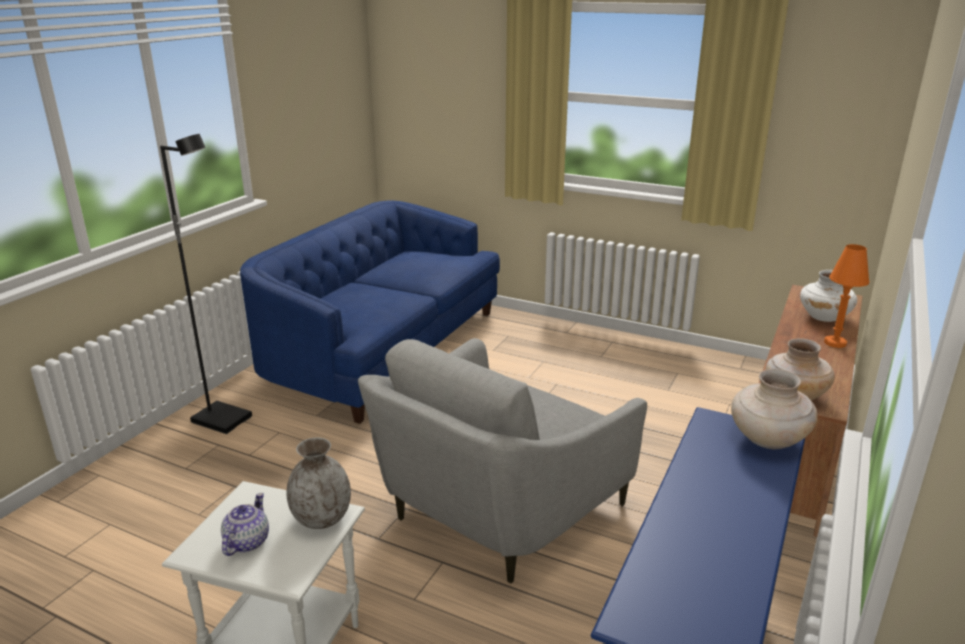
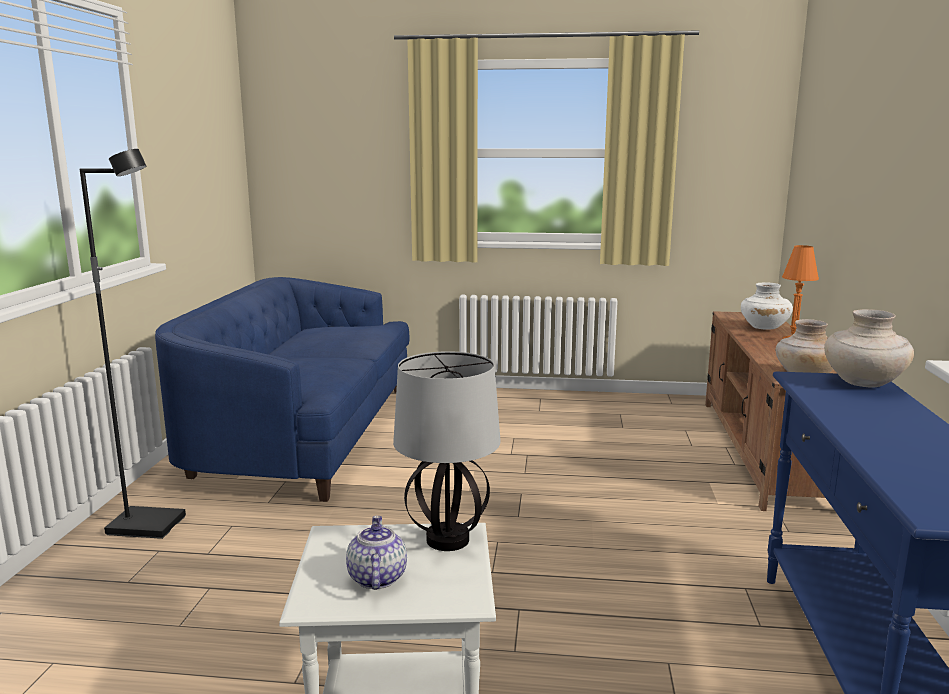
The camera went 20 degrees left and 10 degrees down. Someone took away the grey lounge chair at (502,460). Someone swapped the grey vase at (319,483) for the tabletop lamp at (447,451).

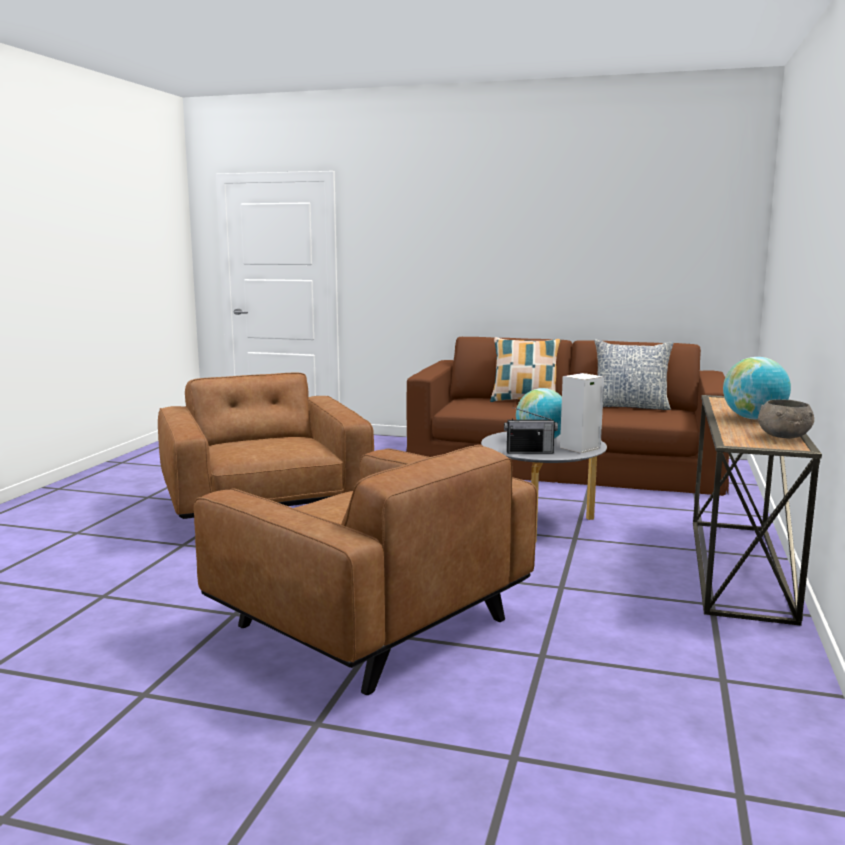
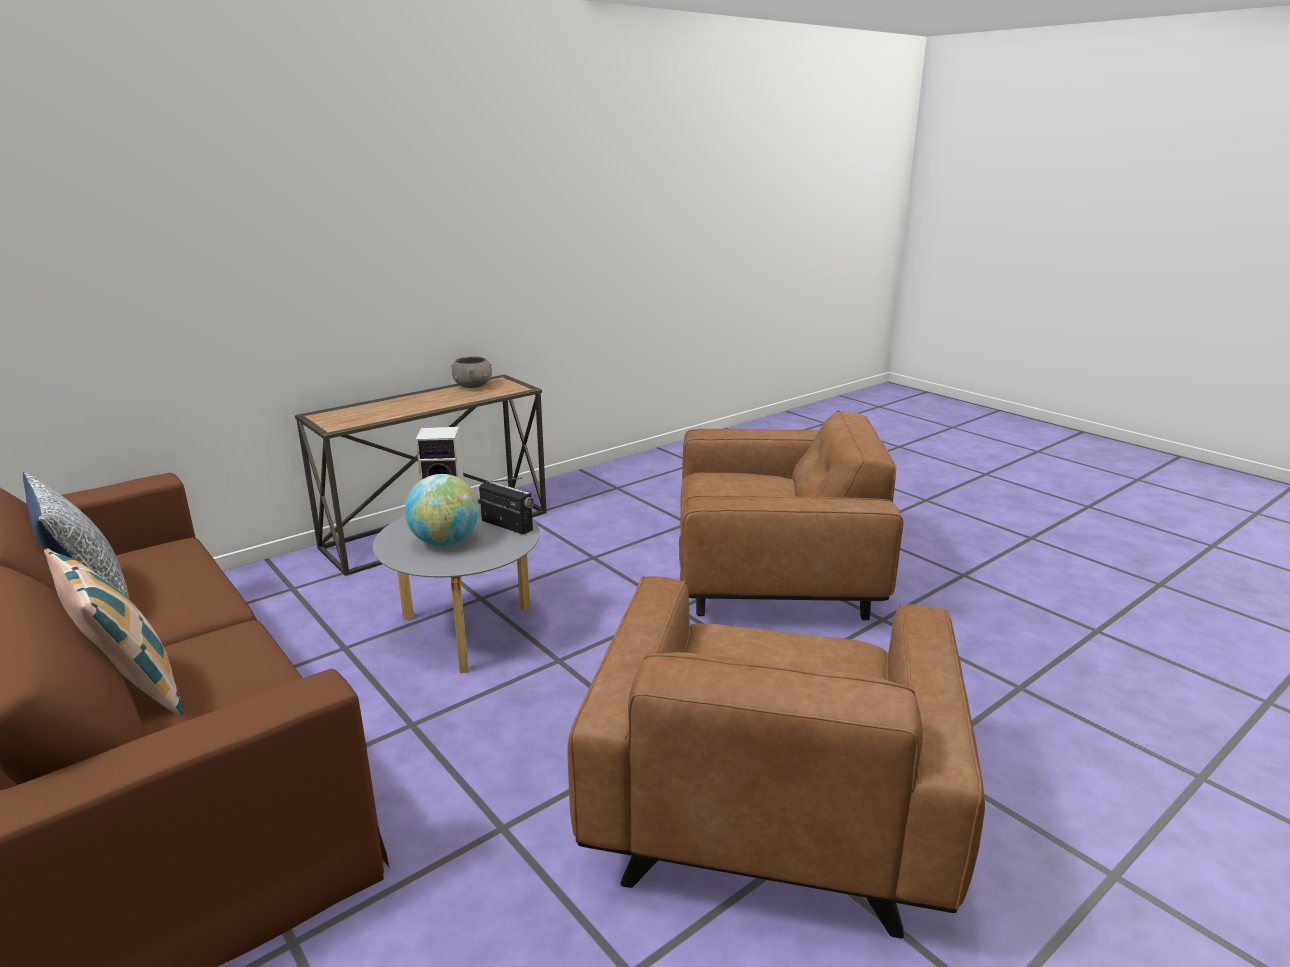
The camera went 145 degrees left and 10 degrees up. Someone took away the desk globe at (757,388). Someone rotated the brown-coloured lounge chair at (365,570) by 105 degrees clockwise.

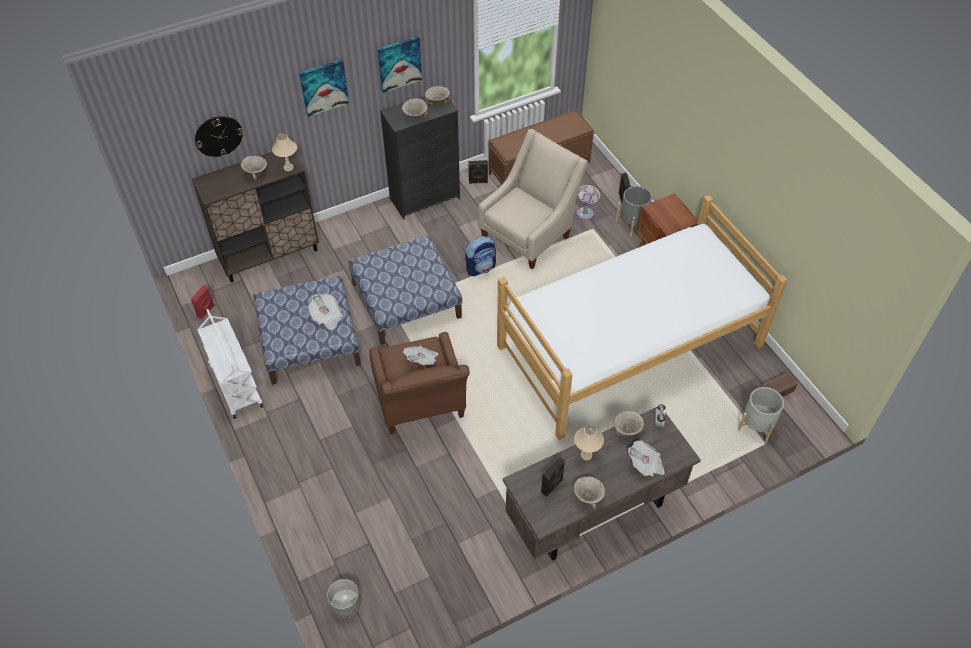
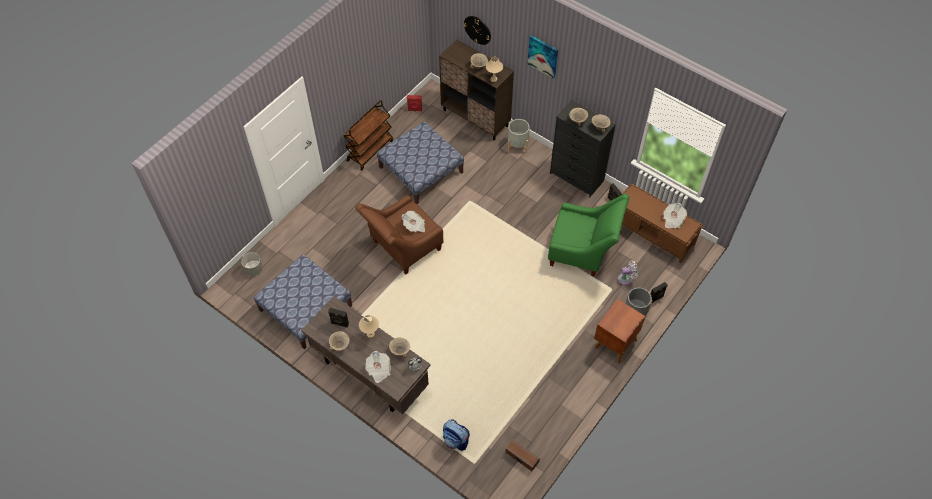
The camera went 65 degrees right and 5 degrees up. Someone took away the wall picture at (399,64). Someone took away the bed at (642,317). Someone carried the printed paper from (325,311) to (675,215). Someone carried the ottoman from (405,290) to (303,302). Someone carried the backpack from (480,256) to (456,435). Someone carried the grey plant pot from (761,415) to (519,136). Someone repainted the white wheeled cart at (230,364), which became the brown-coloured wheeled cart at (368,135). Someone repainted the sand-coloured lounge chair at (533,199), which became the green-coloured lounge chair at (589,235).

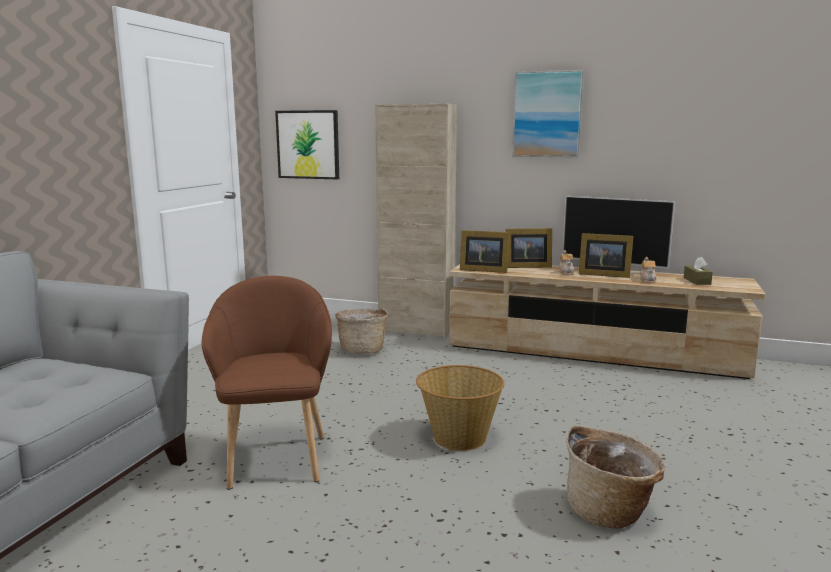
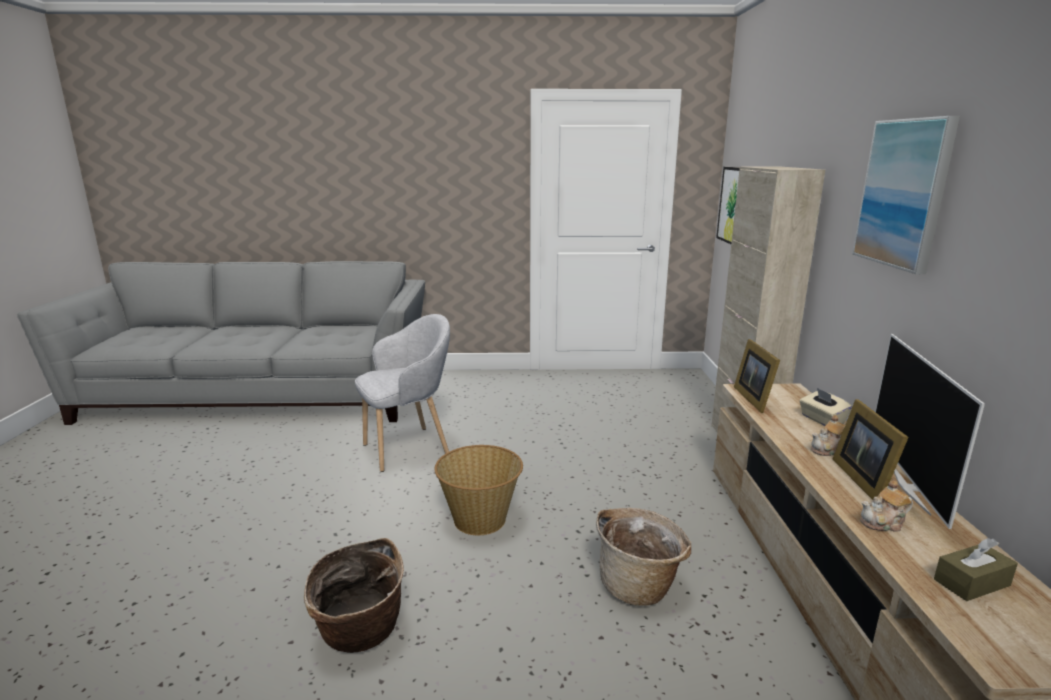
The camera went 70 degrees right and 5 degrees up. Someone carried the basket from (361,331) to (643,556). Someone swapped the picture frame at (529,248) for the sand-coloured tissue holder at (826,407). Someone repainted the brown-coloured lounge chair at (267,383), which became the grey lounge chair at (402,393).

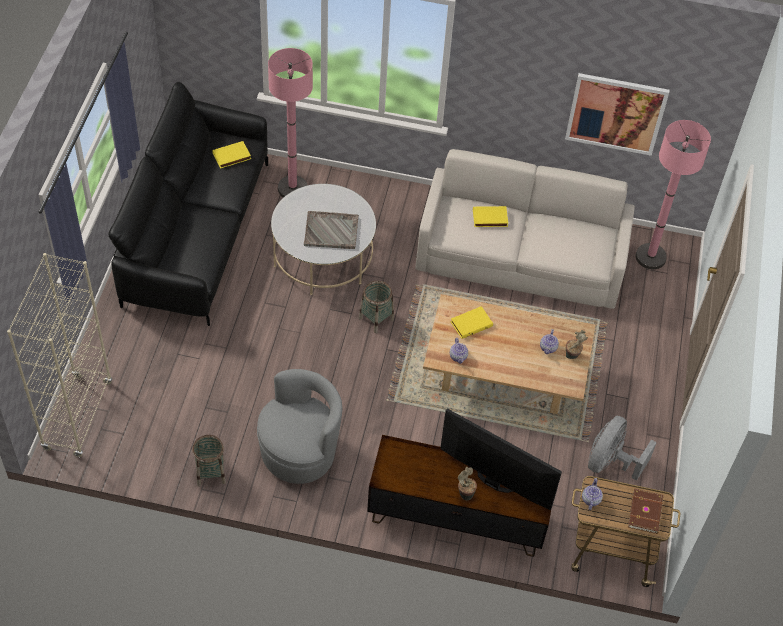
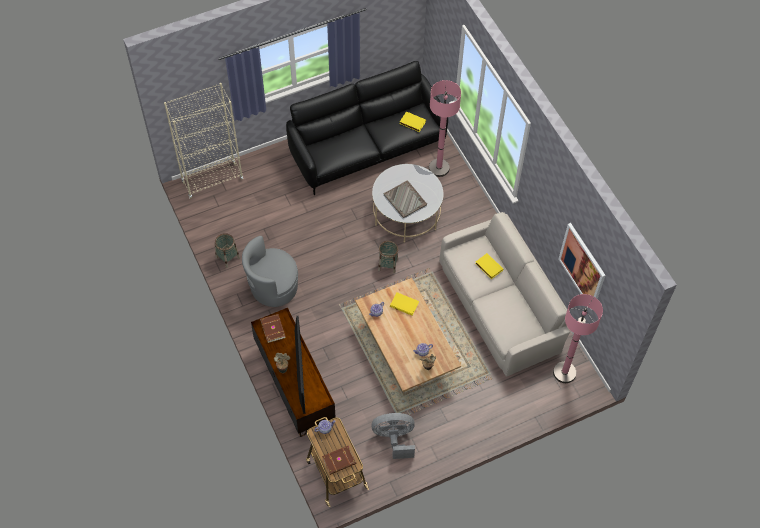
The camera went 55 degrees right and 5 degrees up. Someone put down the brown-coloured volume at (273,328). Someone rotated the grey lounge chair at (299,426) by 150 degrees clockwise.

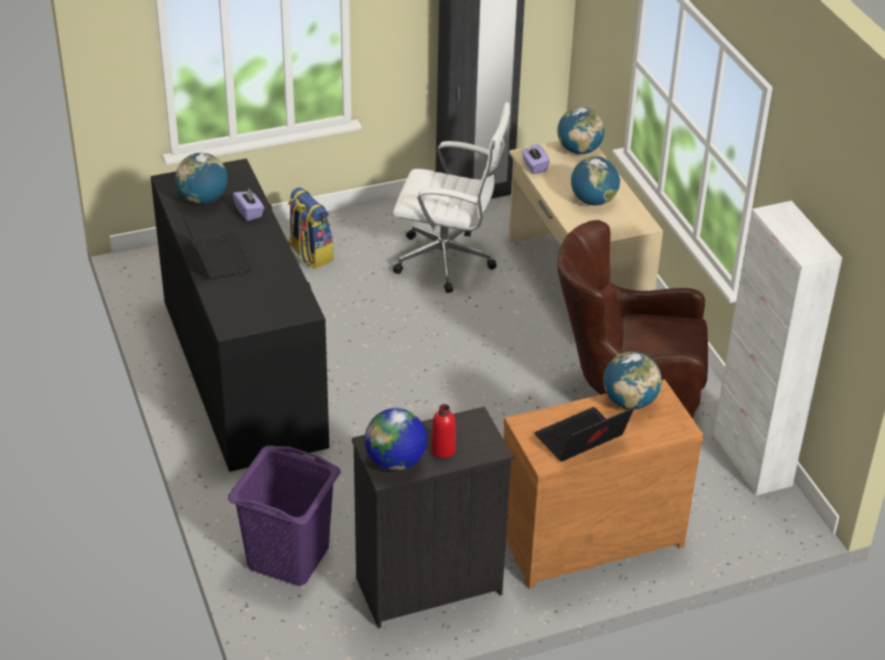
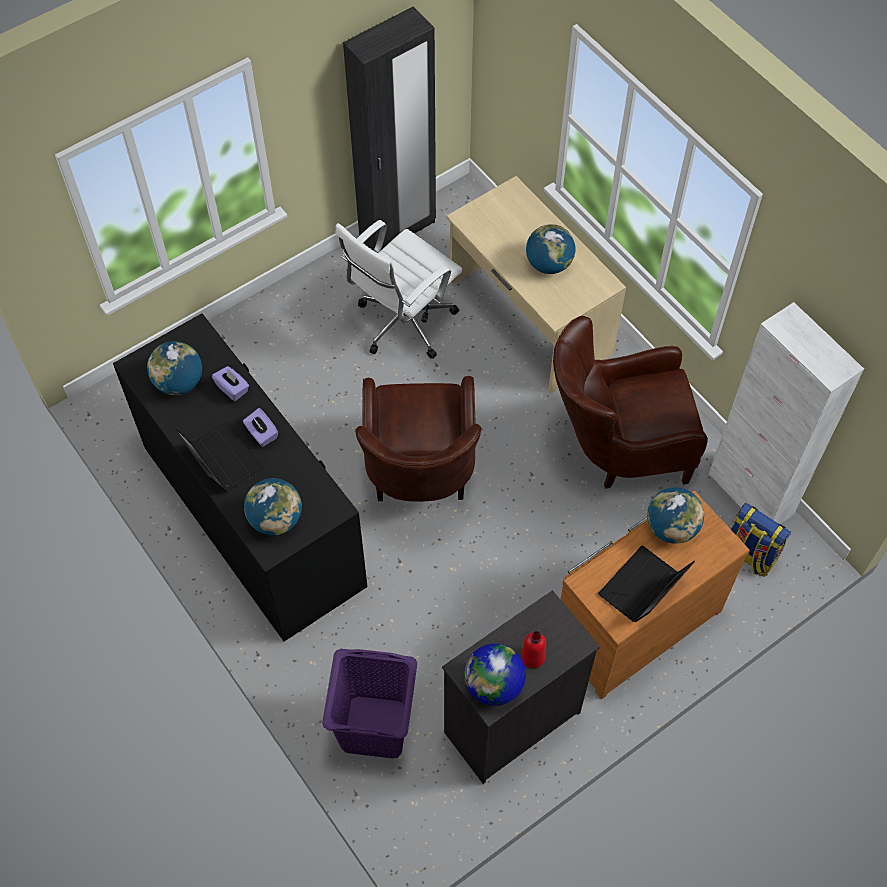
The camera went 15 degrees left and 20 degrees up. Someone put down the brown-coloured lounge chair at (418,439). Someone carried the backpack from (311,228) to (761,539). Someone carried the purple-coloured tissue holder from (535,159) to (260,427). Someone carried the desk globe from (581,130) to (273,506). Someone rotated the white desk chair at (451,197) by 135 degrees clockwise.

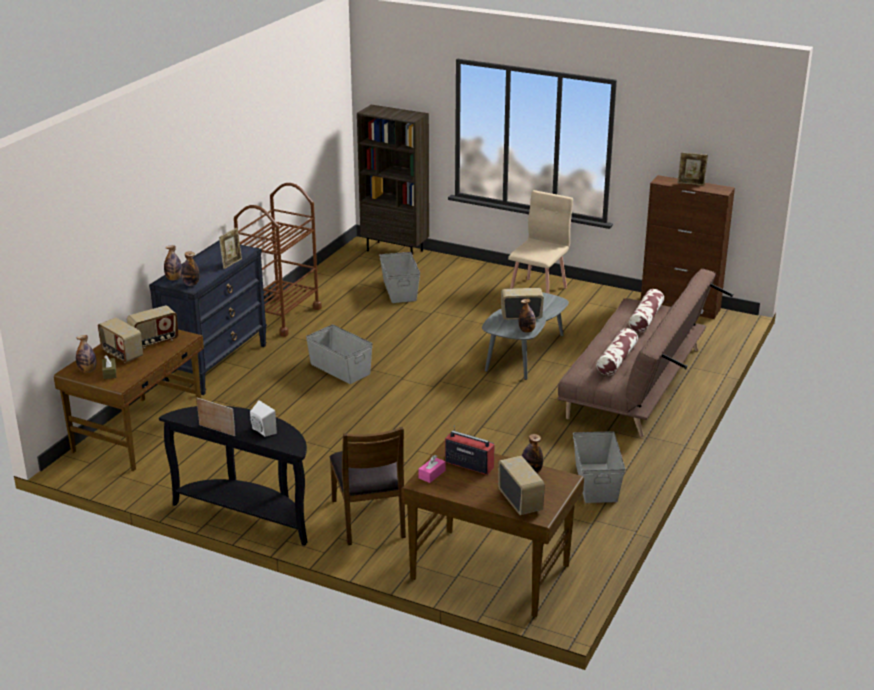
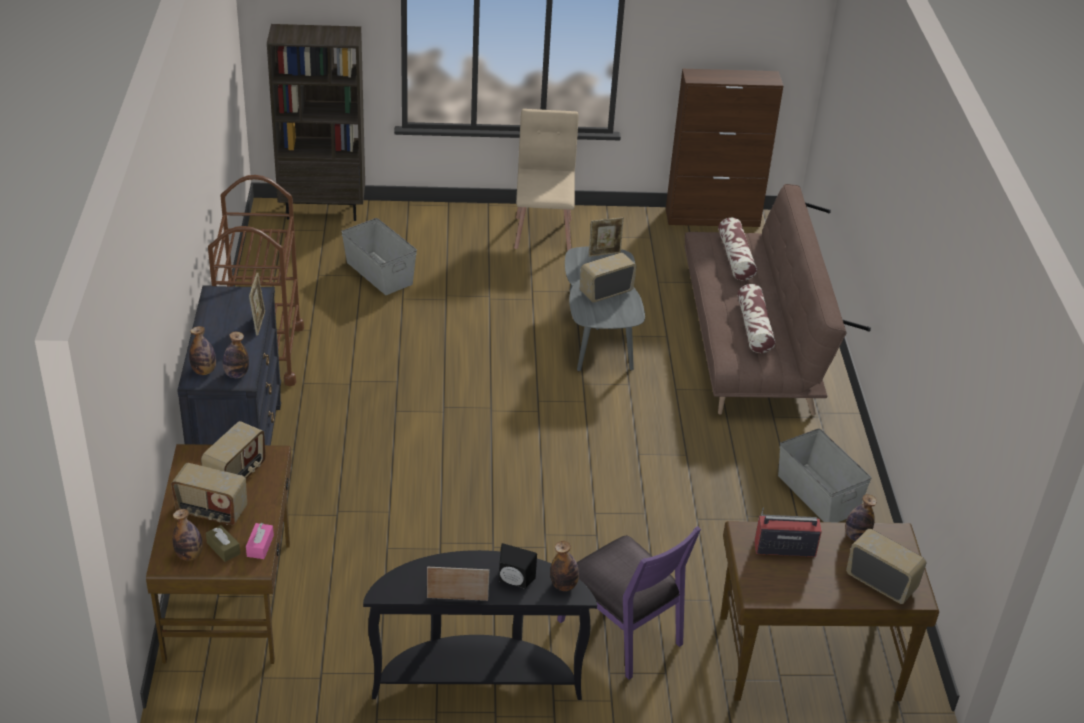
The camera went 30 degrees left and 10 degrees up. Someone took away the grey storage box at (339,354). Someone carried the pinkish tissue holder from (431,469) to (260,541). Someone carried the bottle from (527,316) to (564,566). Someone carried the picture frame from (692,168) to (606,237). Someone repainted the white loudspeaker at (263,418), which became the black-coloured loudspeaker at (518,566). Someone repainted the brown-coloured upright chair at (368,486), which became the purple-coloured upright chair at (629,603).

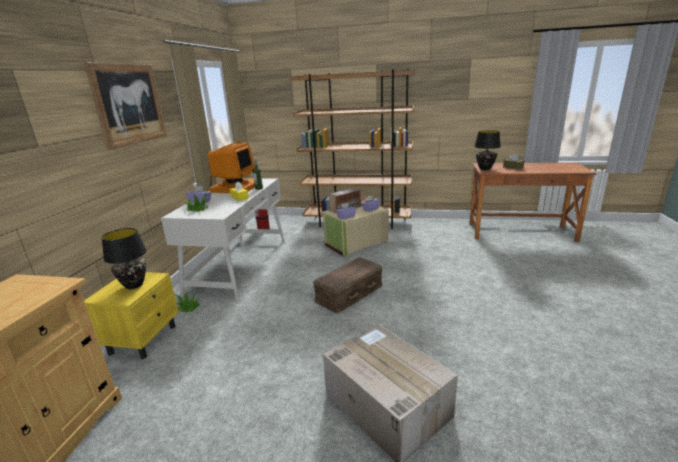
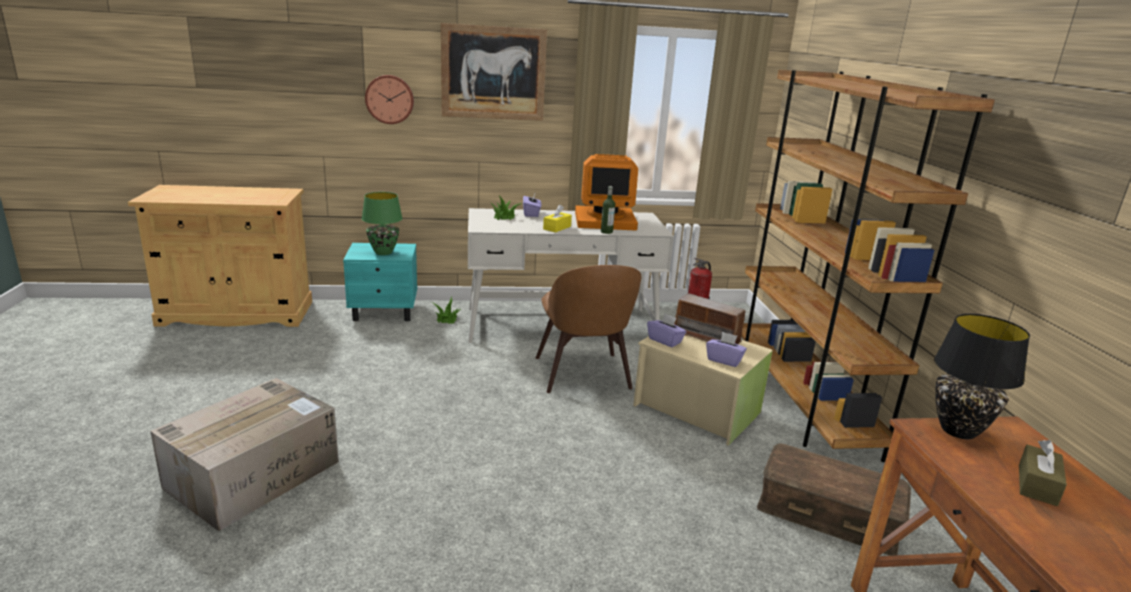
The camera went 70 degrees right and 0 degrees up. Someone put up the clock on the wall at (389,99). Someone put down the brown-coloured upright chair at (589,329). Someone carried the brown-coloured storage box from (347,285) to (834,499). Someone repainted the yellowish night table at (131,315), which became the blue-green night table at (380,282). Someone repainted the black-coloured tabletop lamp at (124,258), which became the green-coloured tabletop lamp at (382,223).

